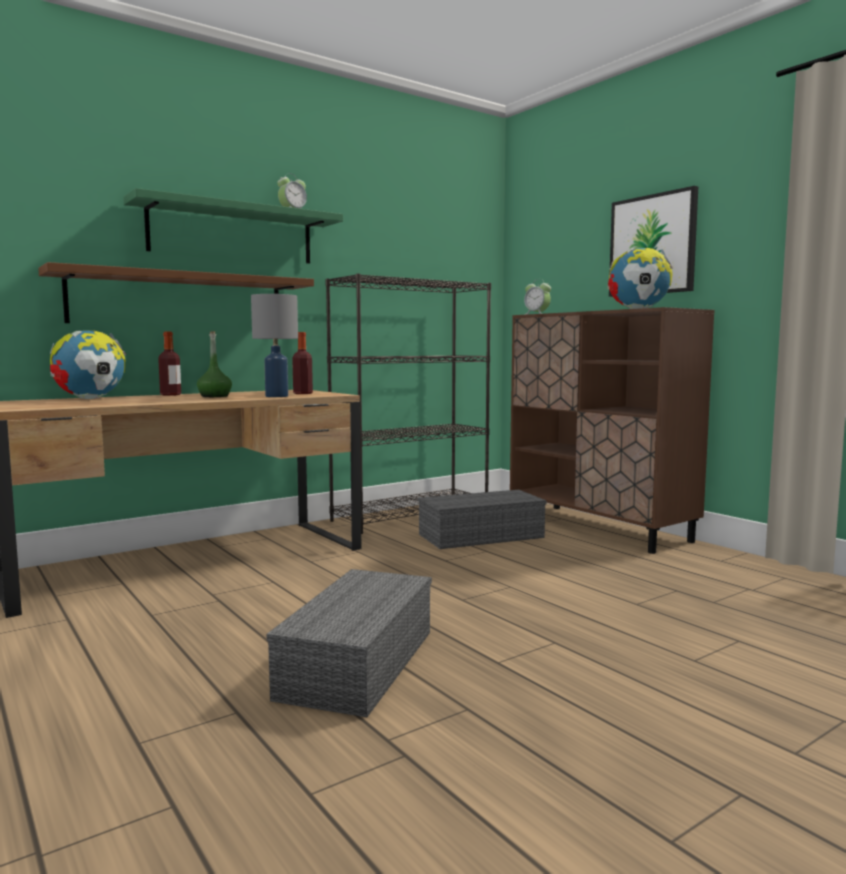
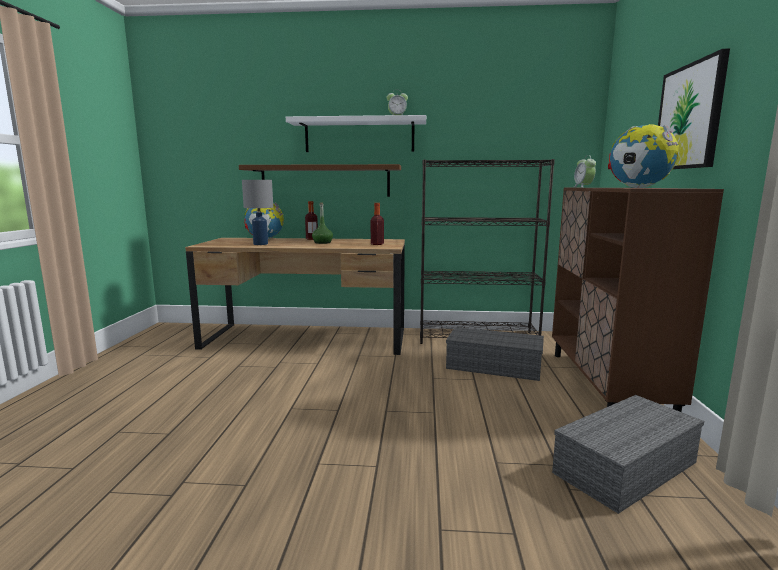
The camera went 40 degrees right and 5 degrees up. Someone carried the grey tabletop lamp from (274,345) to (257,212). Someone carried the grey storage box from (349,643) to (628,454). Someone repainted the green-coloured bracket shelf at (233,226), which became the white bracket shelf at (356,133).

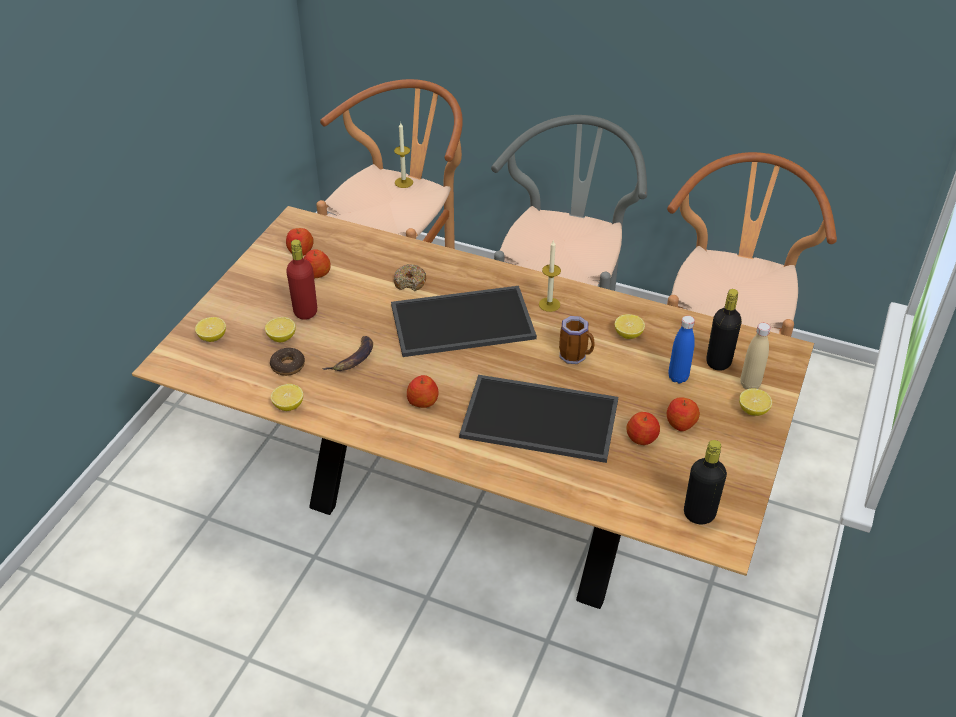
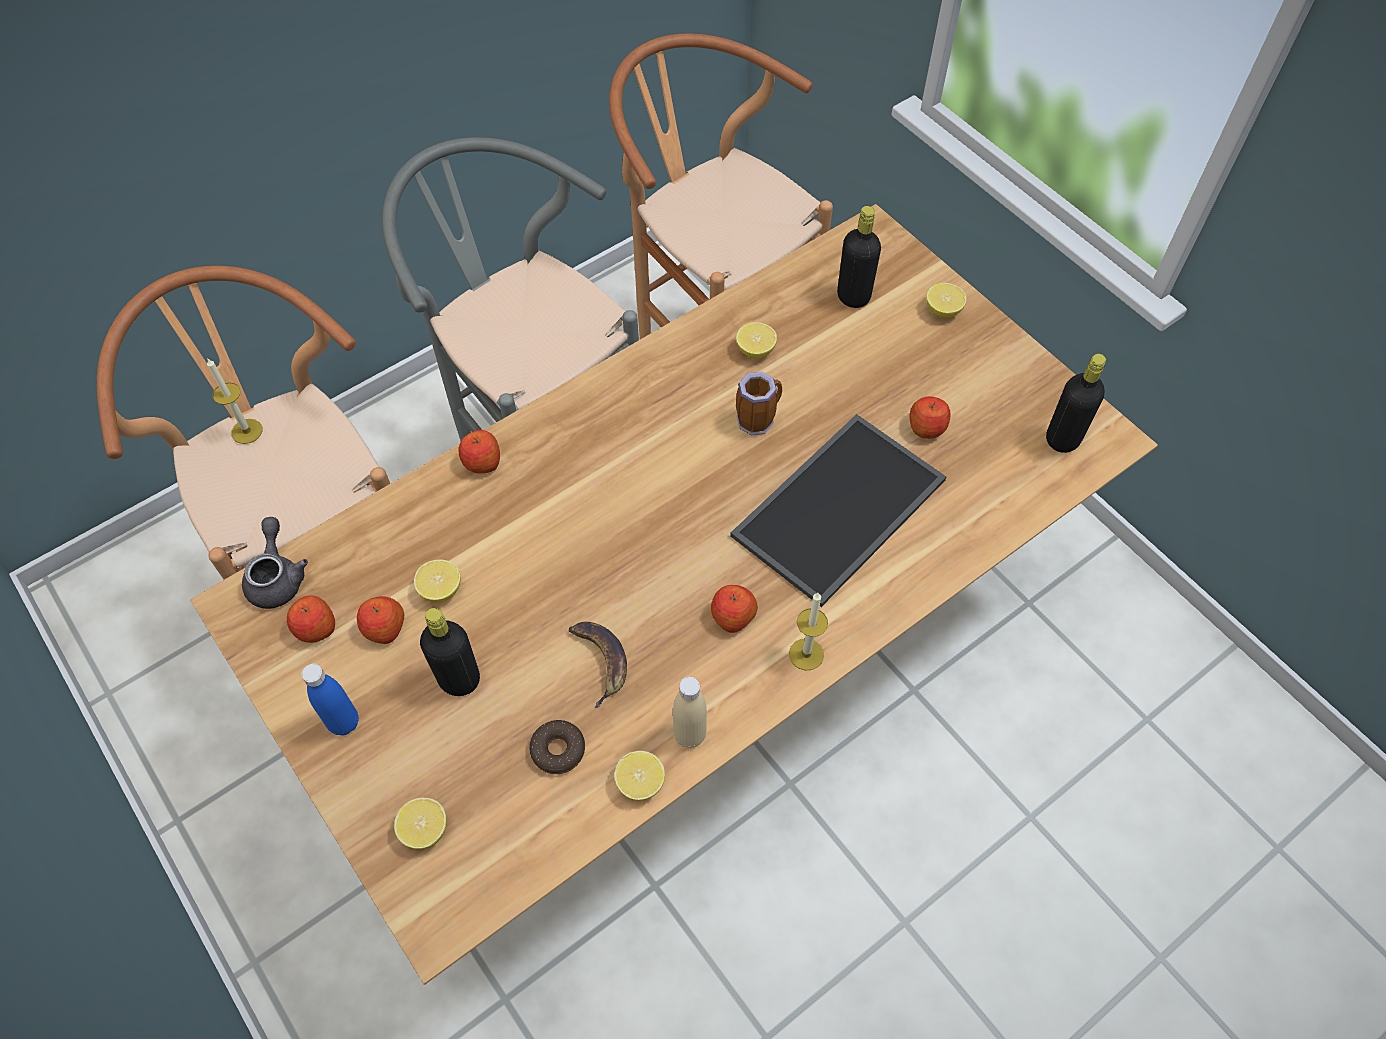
The camera went 60 degrees left and 15 degrees up. Someone took away the carrying tray at (464,321). Someone took away the doughnut at (410,277). Someone put down the grey teapot at (275,563). Someone carried the whole lemon from (280,329) to (437,580). Someone carried the wax light from (550,276) to (808,631). Someone carried the apple from (683,414) to (479,452). Someone carried the bluish bottle from (681,349) to (330,699). Someone carried the sand-coloured bottle from (755,356) to (690,712). Someone repainted the red-coloured bottle at (301,280), which became the black-coloured bottle at (450,652).

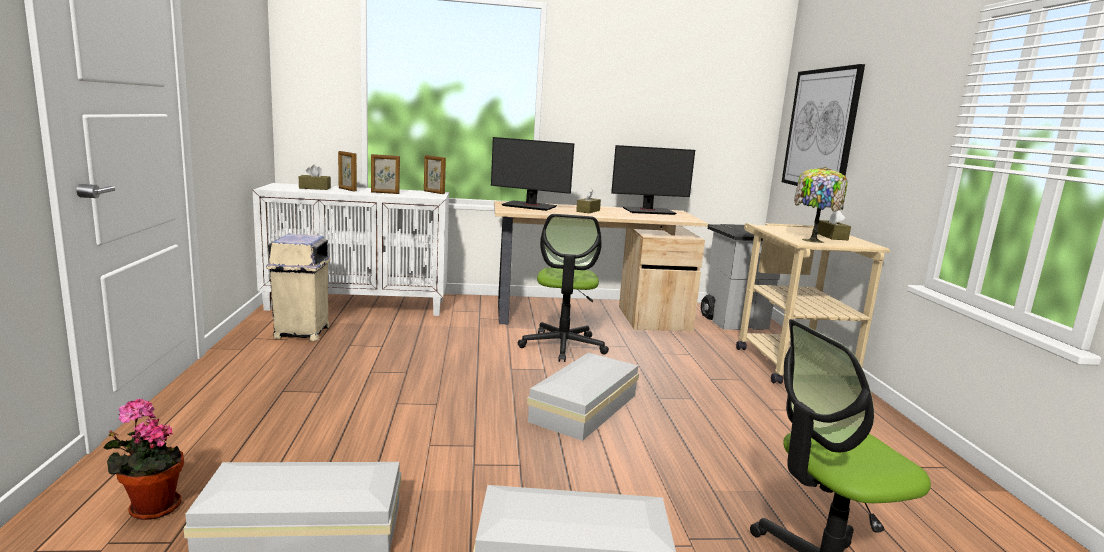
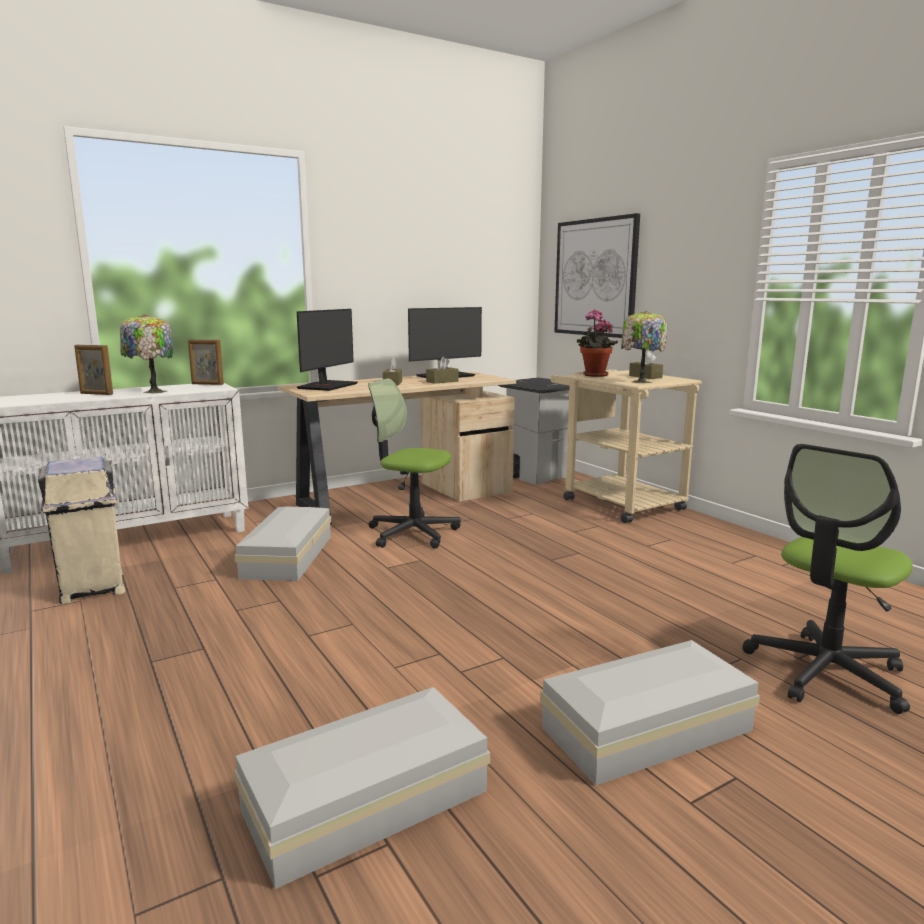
The camera went 25 degrees left and 0 degrees up. Someone carried the plant in a pot from (143,459) to (597,343). Someone carried the brown-coloured tissue holder from (315,177) to (442,370). Someone carried the white storage box from (583,396) to (283,544). Someone swapped the picture frame at (385,174) for the tabletop lamp at (146,353). Someone rotated the computer screen at (532,174) by 60 degrees counterclockwise. Someone rotated the desk chair at (563,288) by 135 degrees clockwise.

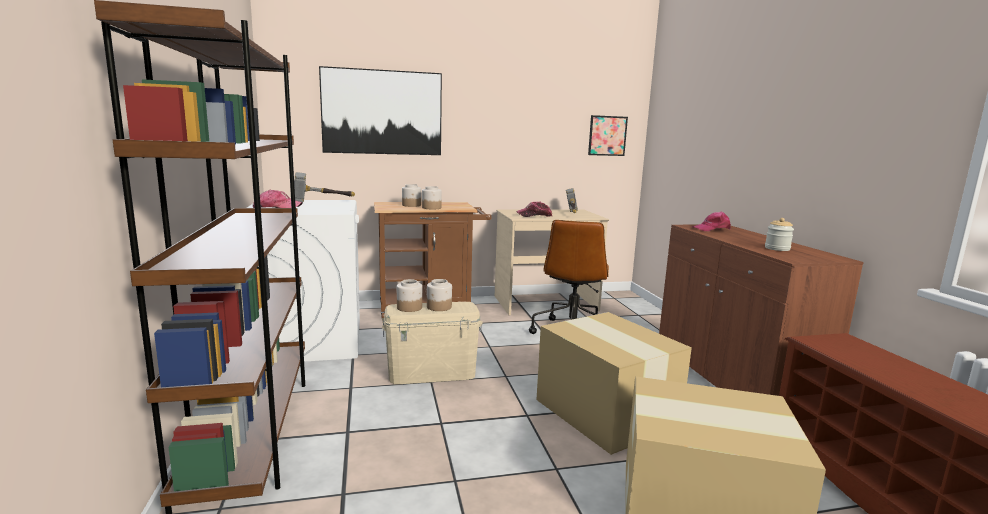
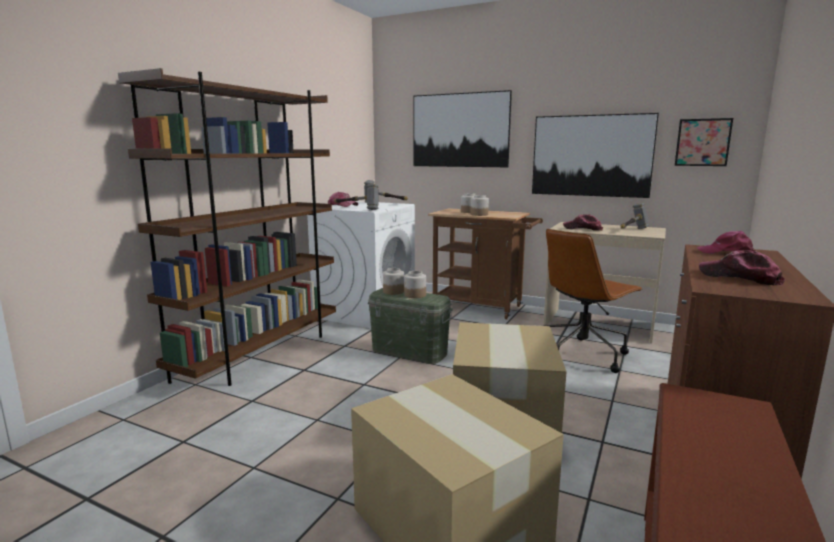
The camera went 40 degrees right and 0 degrees up. Someone put down the hand hammer at (356,197). Someone put up the wall picture at (595,155). Someone swapped the storage jar at (779,234) for the baseball cap at (742,268). Someone repainted the sand-coloured storage box at (432,343), which became the green-coloured storage box at (410,326).

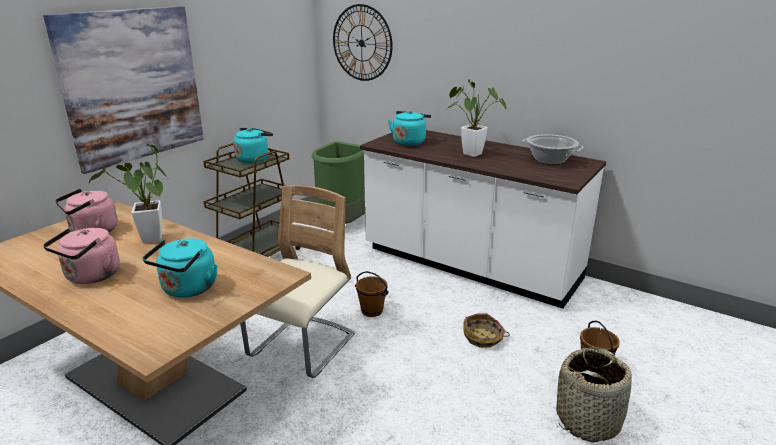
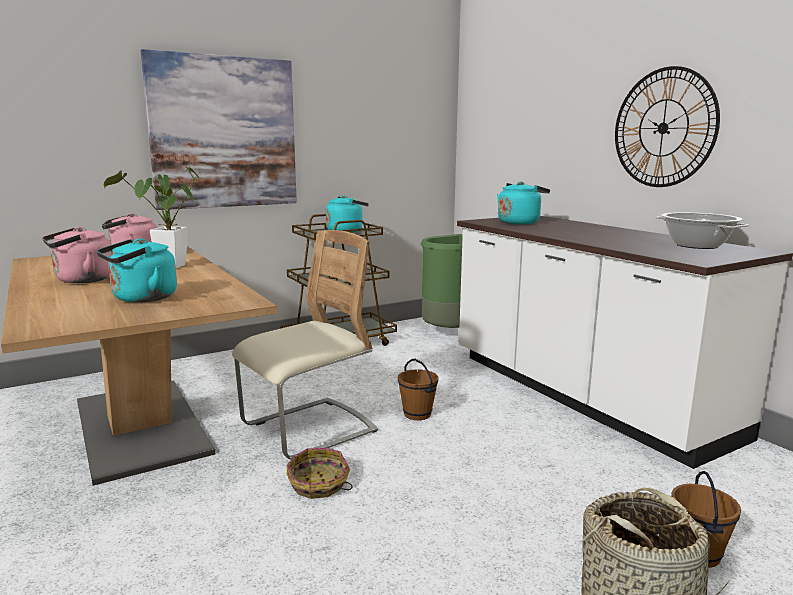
The camera went 25 degrees right and 10 degrees down. Someone took away the plant in a pot at (477,118). Someone carried the clock on the wall from (363,42) to (667,126). Someone carried the basket from (486,330) to (320,473).

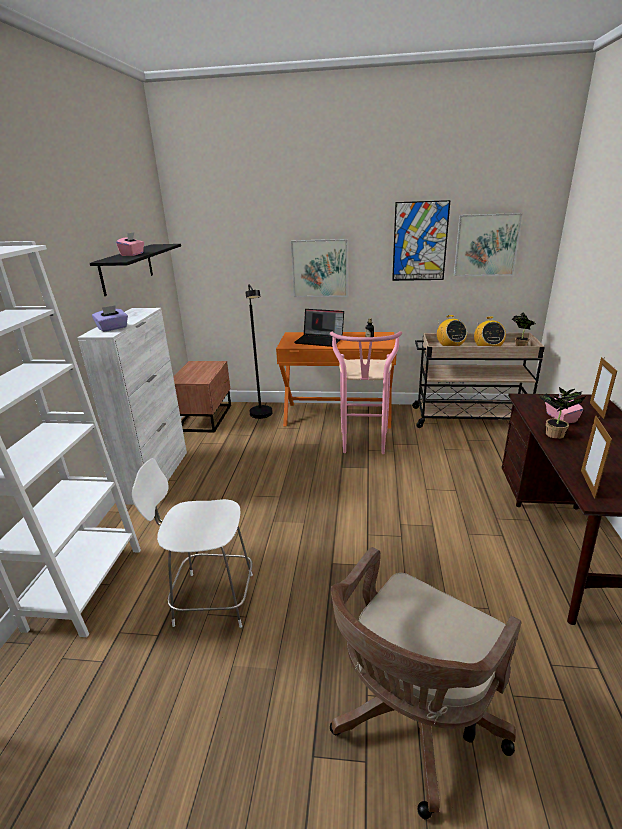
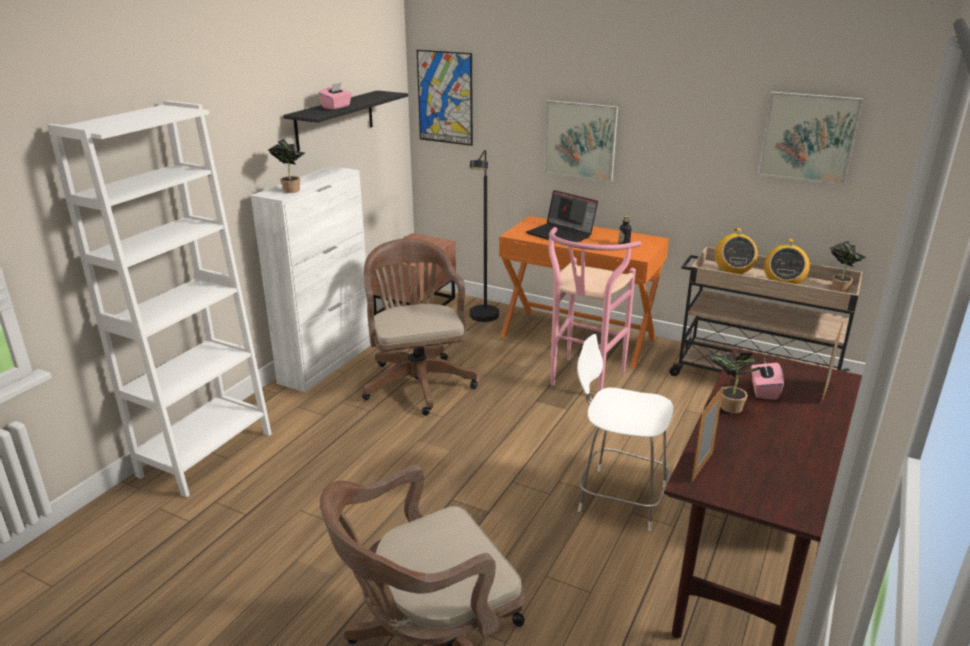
The camera went 20 degrees right and 0 degrees up. Someone put down the brown-coloured desk chair at (420,327). Someone carried the white stool from (192,543) to (625,432). Someone carried the wall picture from (421,240) to (445,98). Someone swapped the purple-coloured tissue holder at (110,318) for the plant in a pot at (286,166).

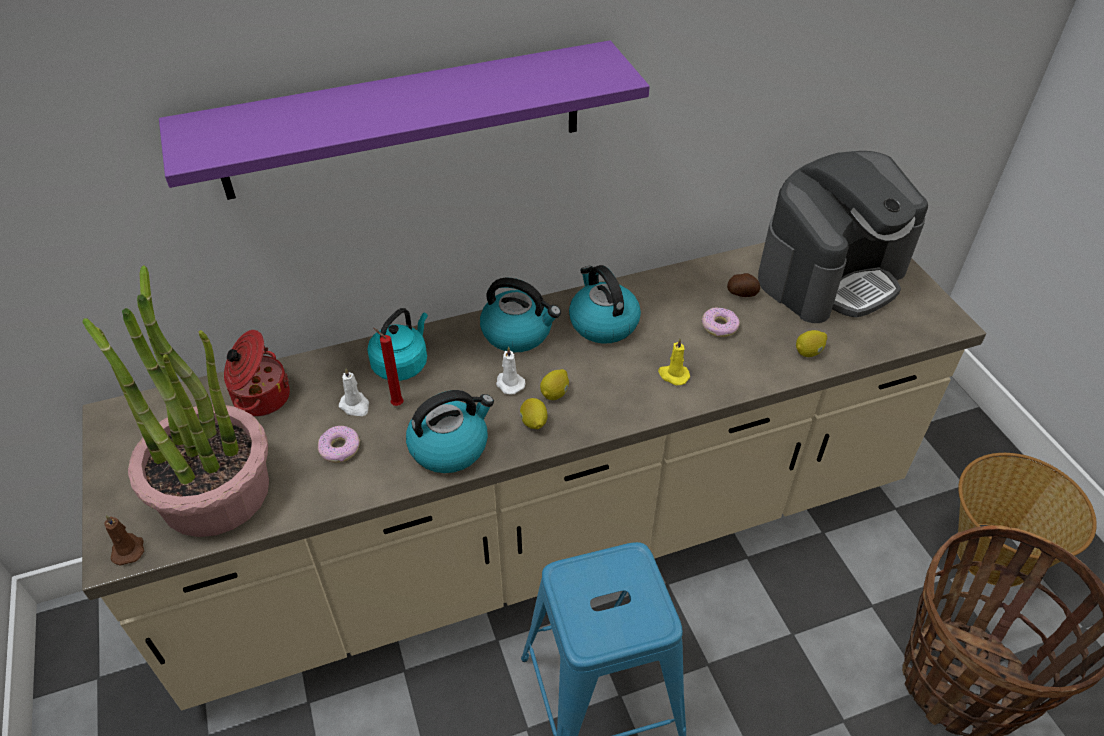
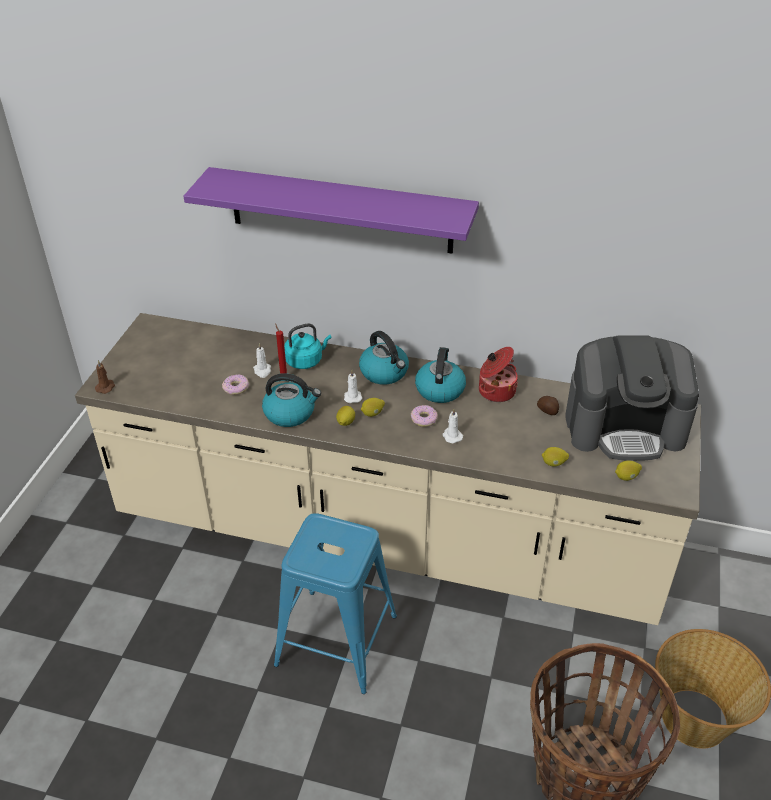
The camera went 35 degrees right and 5 degrees down. Someone took away the plant in a pot at (175,401). Someone put down the whole lemon at (628,471). Someone carried the saucepot from (257,373) to (498,374). Someone carried the doughnut from (721,322) to (424,416). Someone repainted the yellowish wax light at (674,361), which became the white wax light at (453,426).

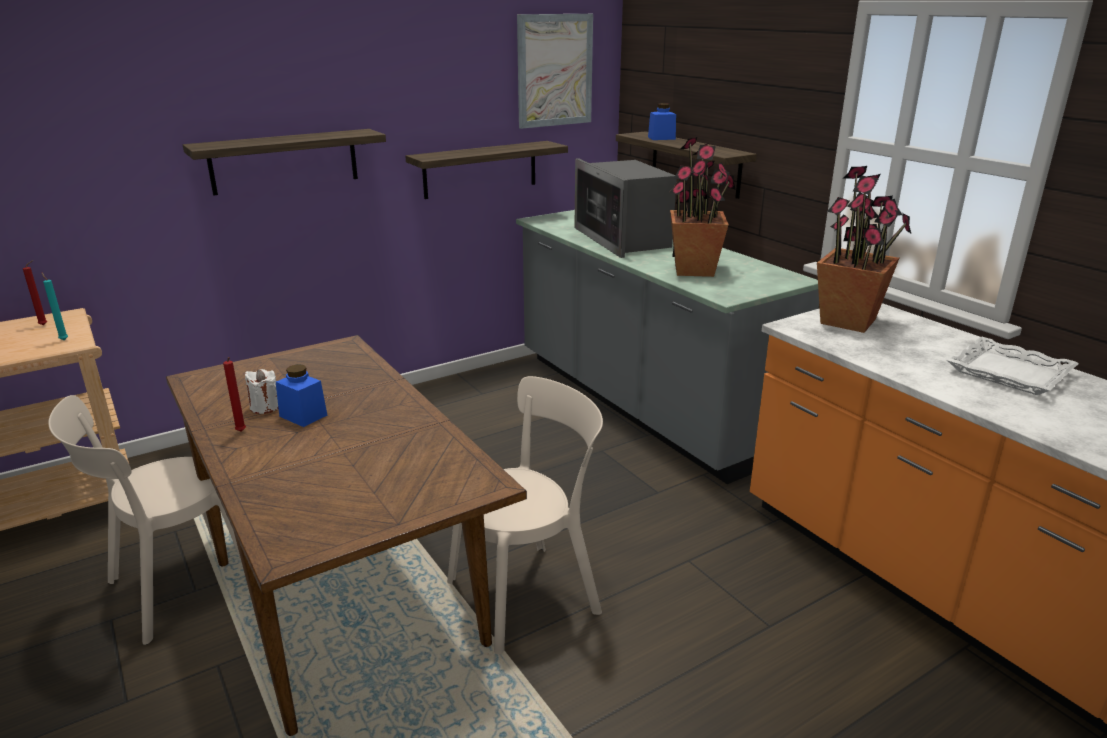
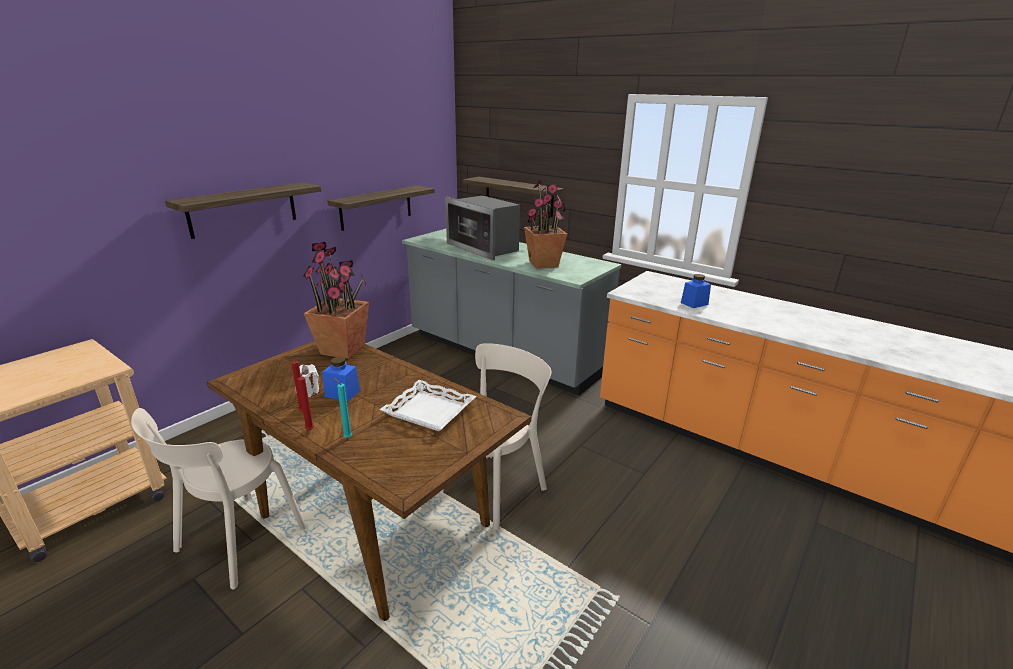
The camera went 20 degrees left and 0 degrees up. Someone took away the wall picture at (555,71). Someone carried the red-coloured wax light from (35,293) to (306,400). Someone carried the blue-green wax light from (55,306) to (343,408). Someone carried the bluish storage jar from (662,121) to (696,291). Someone carried the plant in a pot from (864,249) to (336,300). Someone carried the white carrying tray from (1013,366) to (427,405).

